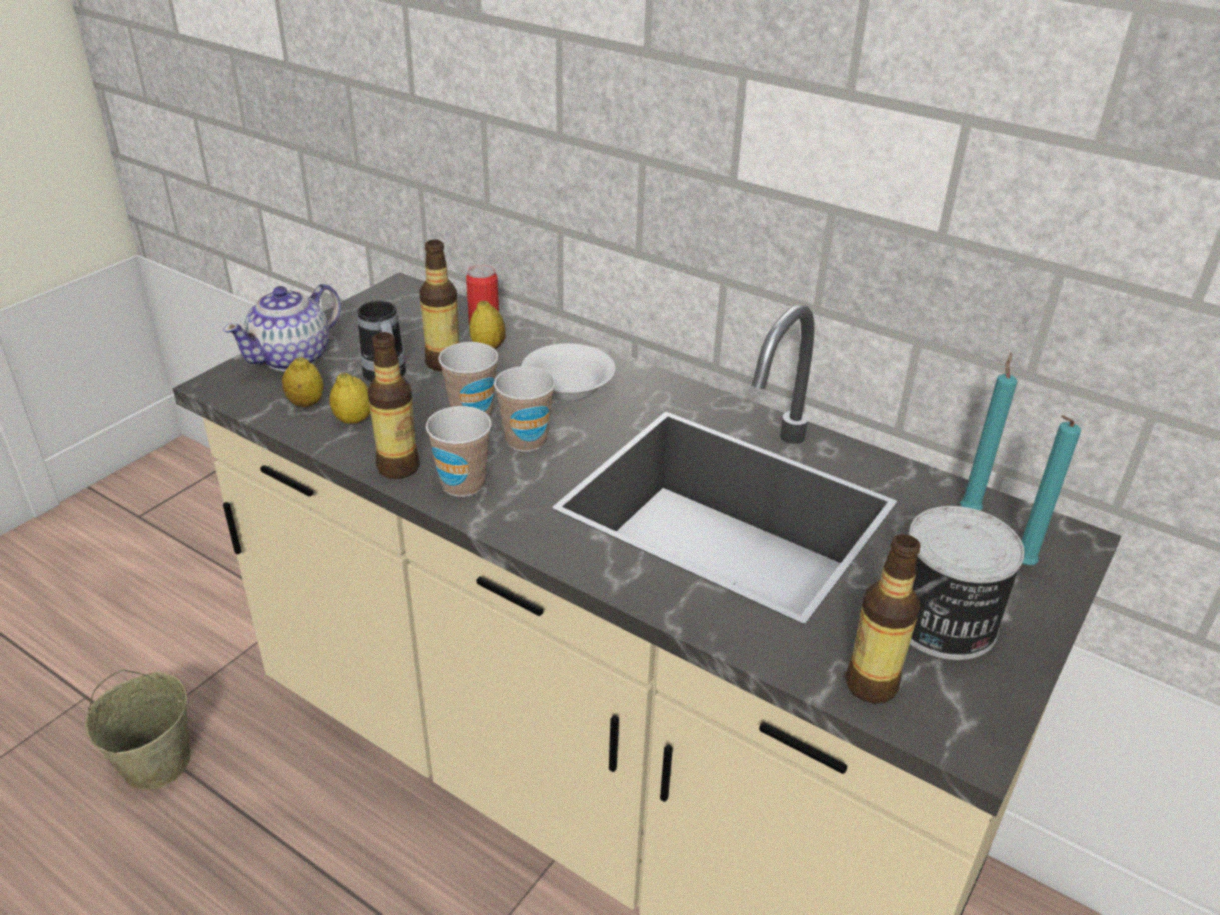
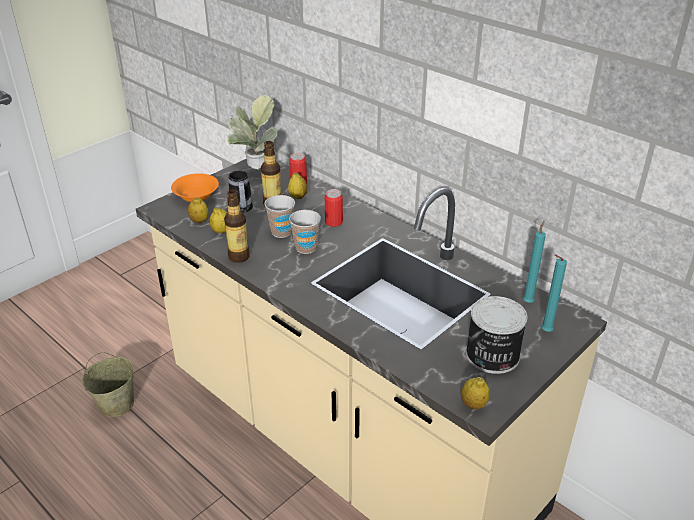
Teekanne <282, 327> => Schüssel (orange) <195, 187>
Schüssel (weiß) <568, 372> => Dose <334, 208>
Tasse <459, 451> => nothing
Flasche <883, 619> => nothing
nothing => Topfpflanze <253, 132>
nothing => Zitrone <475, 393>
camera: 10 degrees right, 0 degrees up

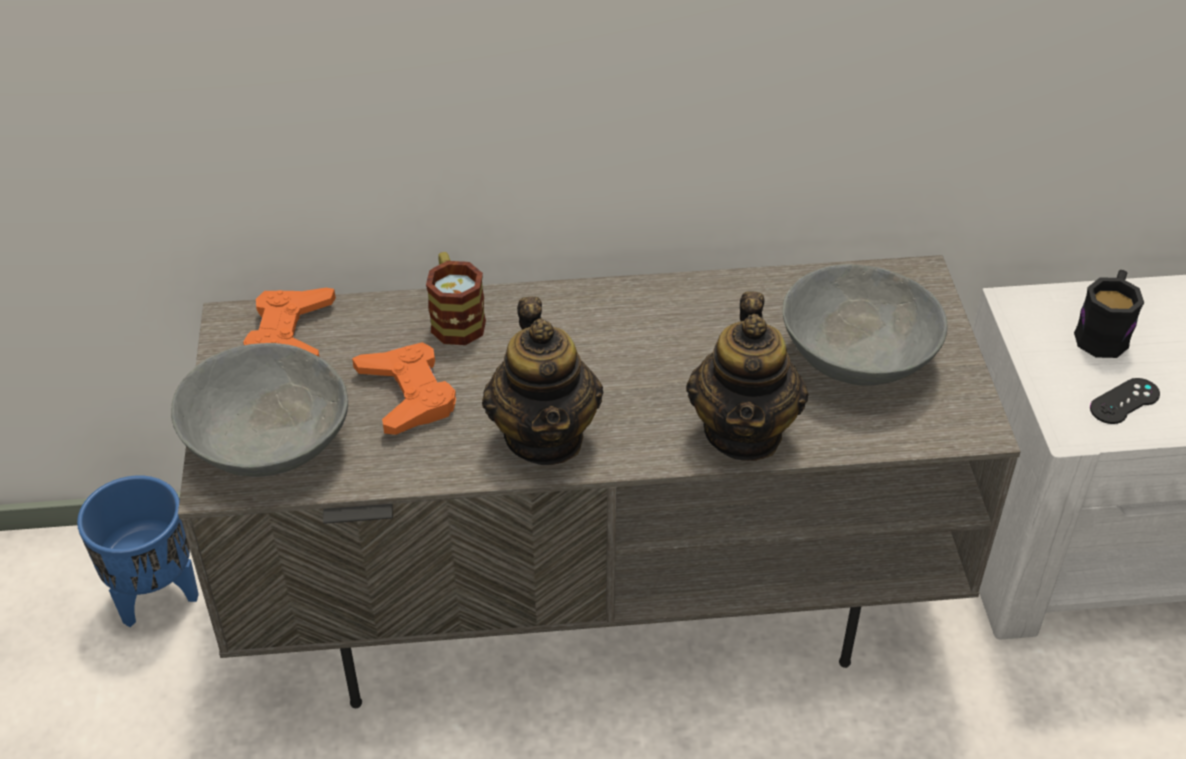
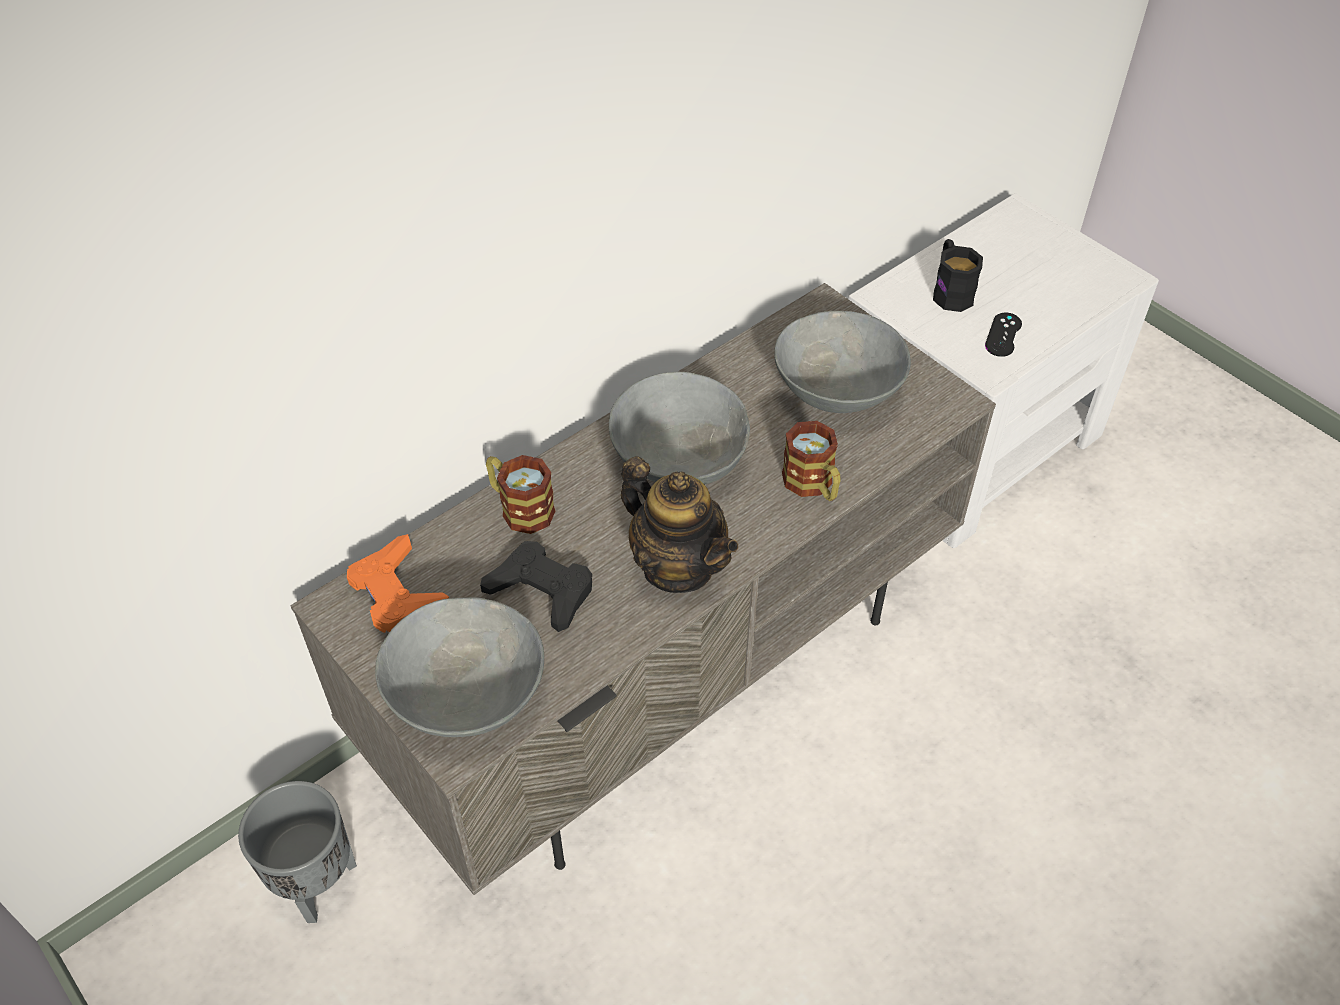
Teekanne <747, 376> => Henkelbecher <811, 461>
Gamepad (orange) <404, 388> => Gamepad (schwarz) <536, 586>
Pflanzkübel (blau) <138, 551> => Pflanzkübel (grau) <297, 852>
nothing => Schüssel (grau) <679, 428>
camera: 35 degrees left, 5 degrees up

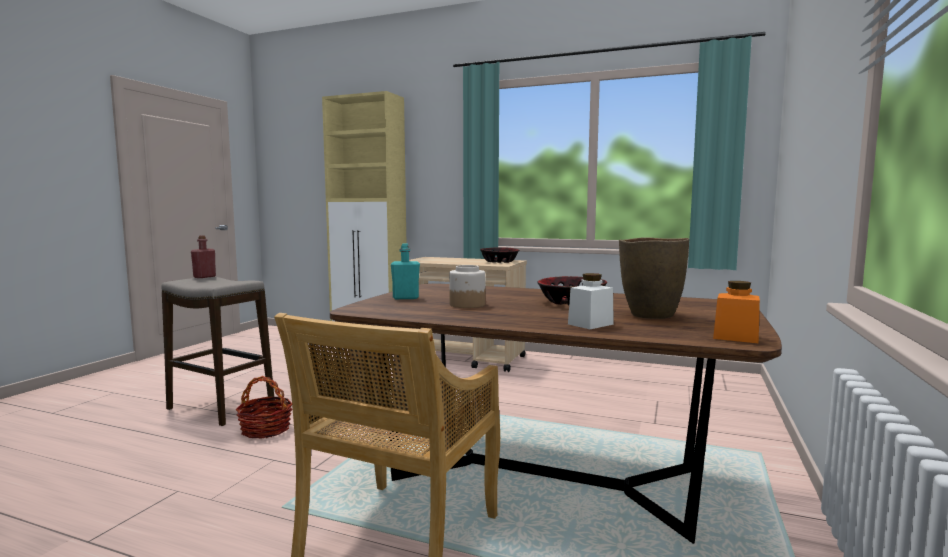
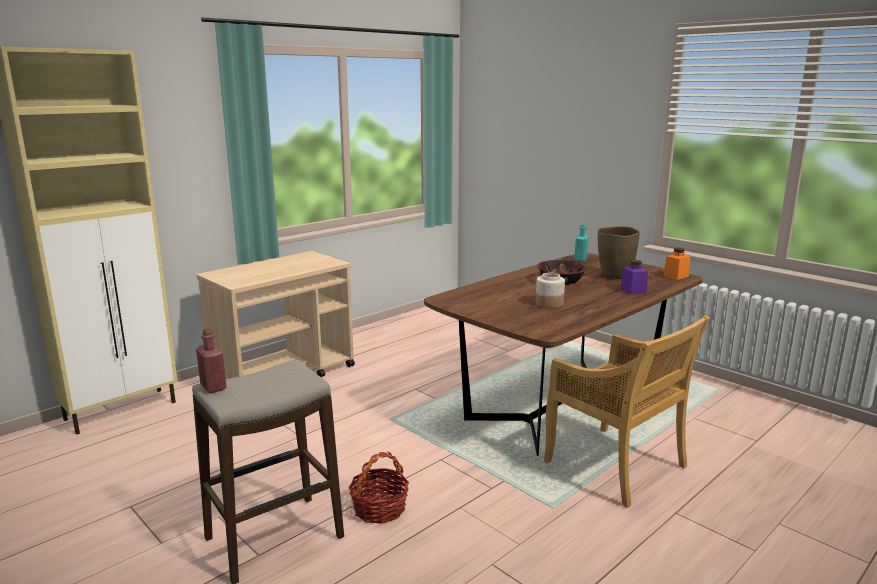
Flasche (türkis) <405, 271> => Flasche (türkis) <581, 243>, relocated
Schüssel <500, 255> => nothing
Vorratsglas (weiß) <591, 301> => Vorratsglas (lila) <634, 277>
camera: 65 degrees left, 10 degrees up

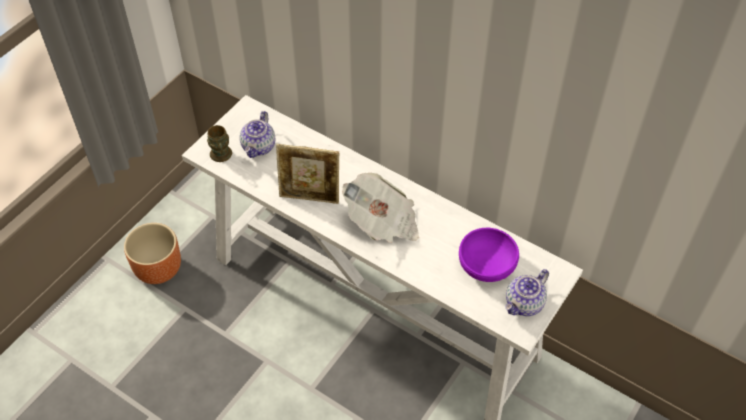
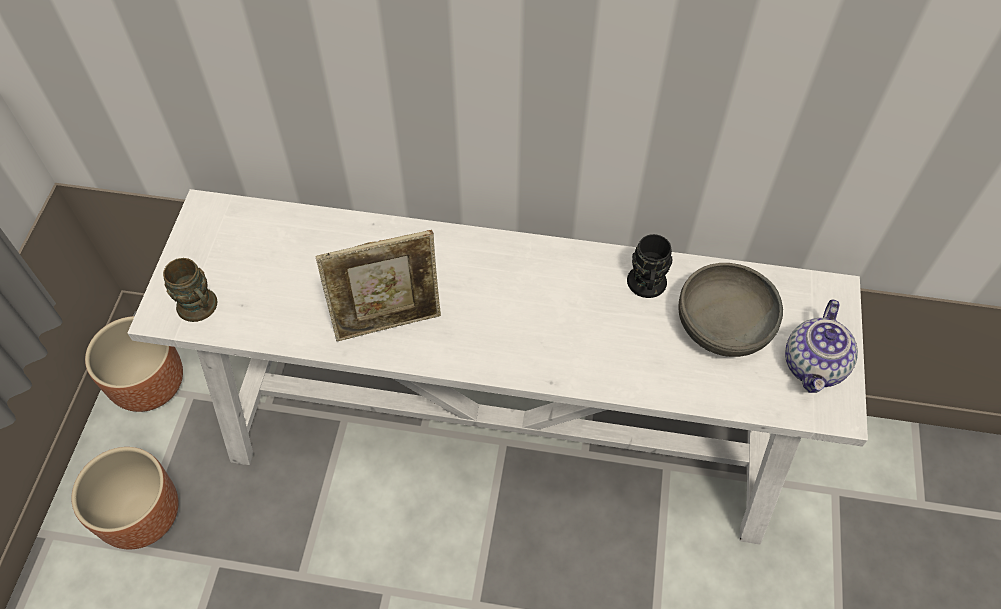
Teekanne <257, 134> => nothing
Zeitung <380, 208> => nothing
Schüssel (lila) <489, 255> => Schüssel (grau) <730, 310>
nothing => Henkelbecher (schwarz) <649, 266>
nothing => Pflanzkübel (braun) <134, 364>
camera: 25 degrees left, 5 degrees up

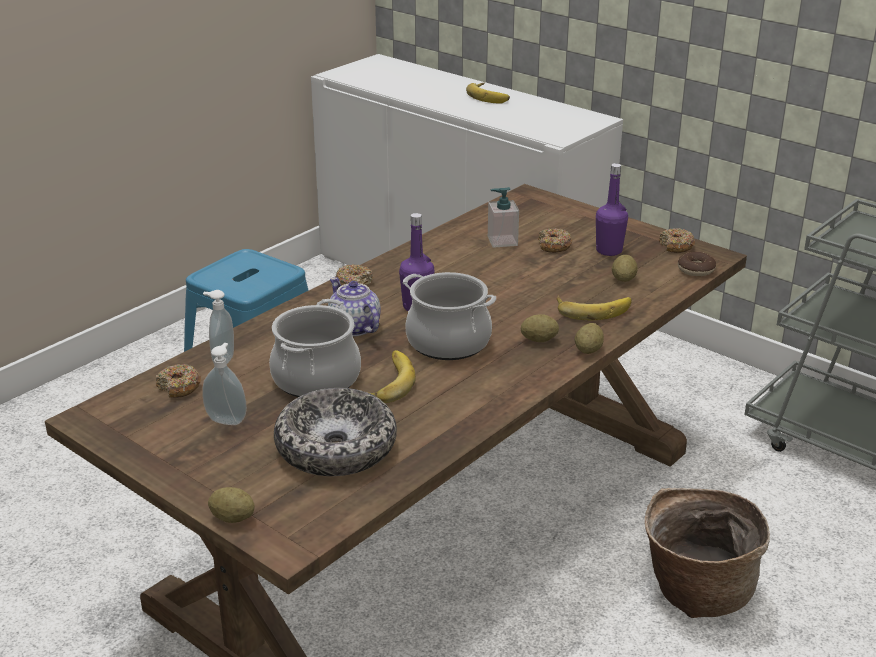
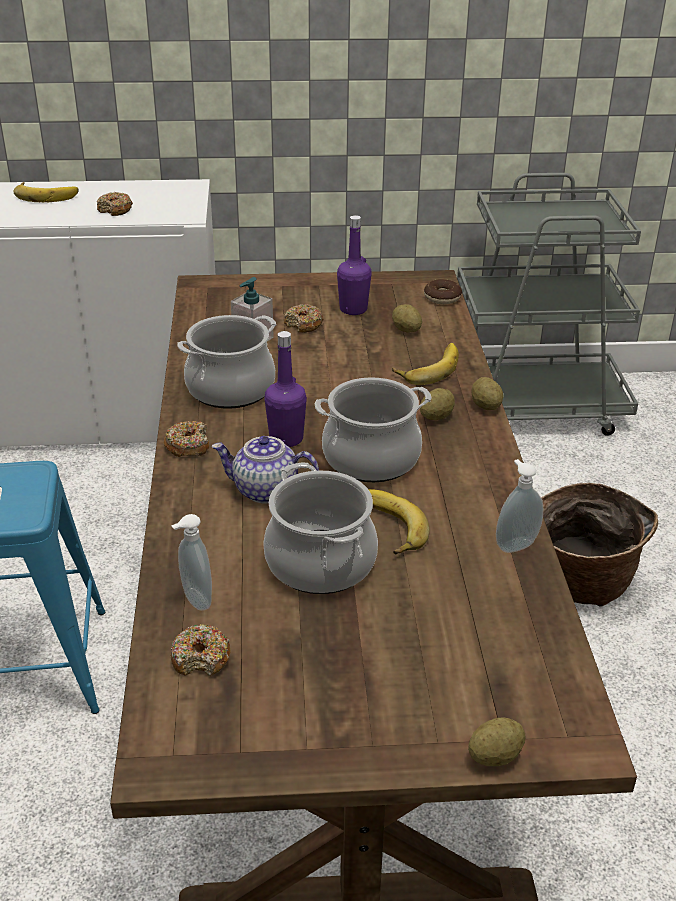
Donut <677, 240> => Donut <115, 204>, relocated
Seifenspender <224, 384> => Seifenspender <519, 506>, relocated
Schüssel <335, 432> => nothing
nothing => Kochtopf <226, 362>
camera: 45 degrees left, 5 degrees up

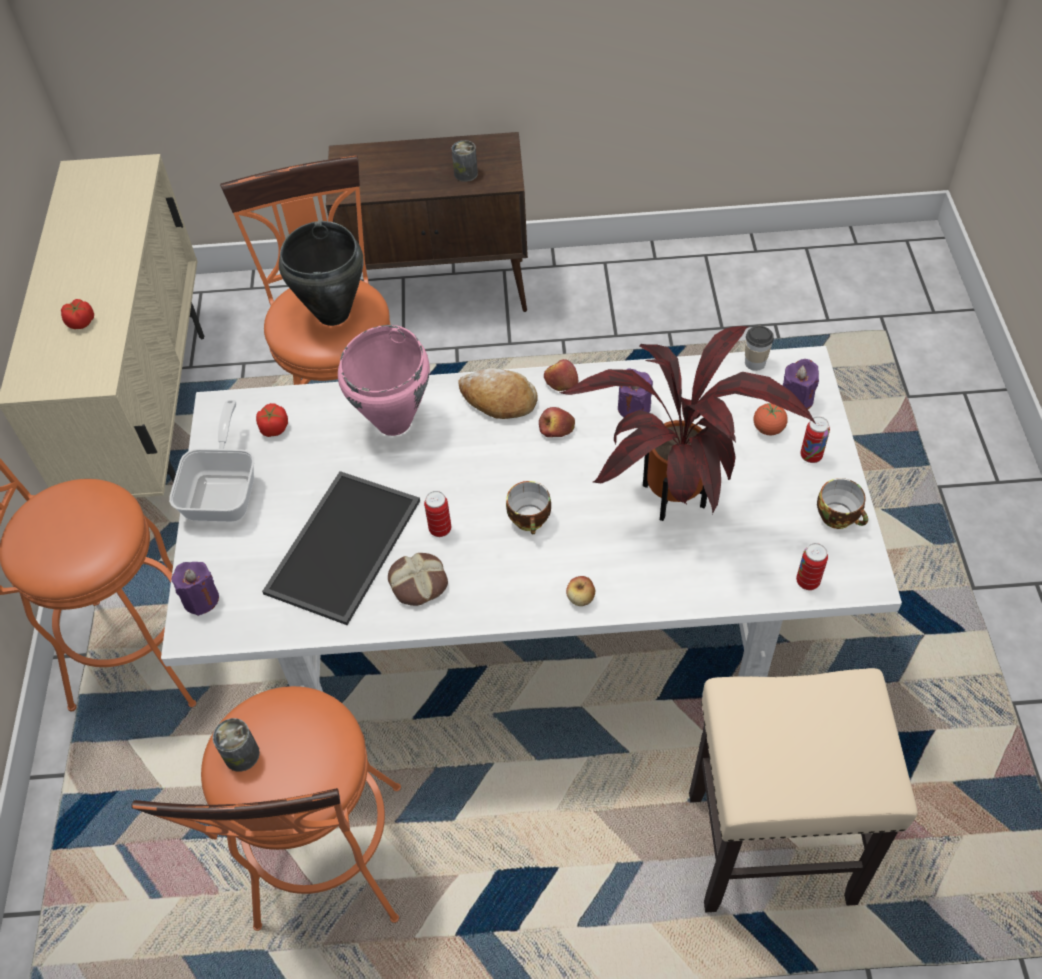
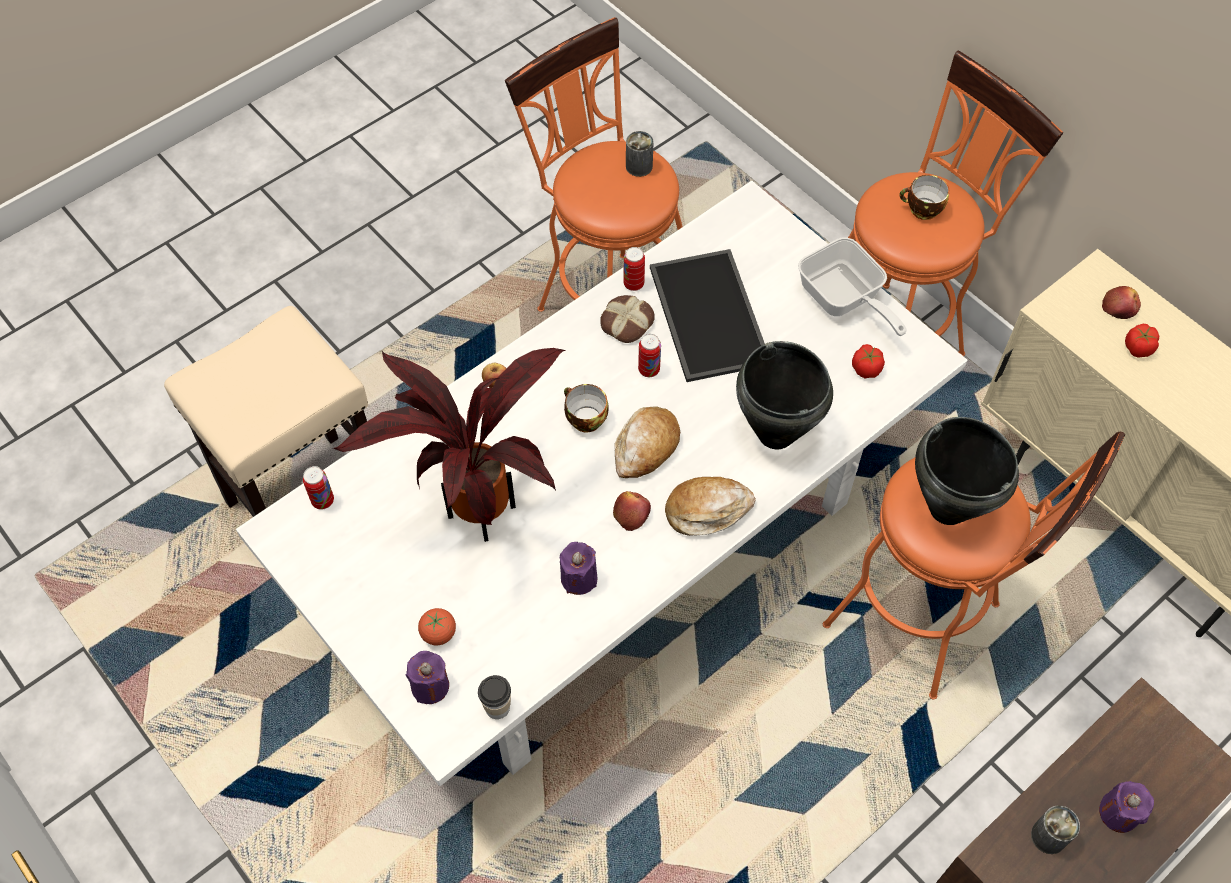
Kochtopf (rosa) <384, 380> => Kochtopf (schwarz) <784, 395>
Apfel <561, 375> => Apfel <1121, 302>, relocated
Dose <815, 440> => Dose <634, 269>, relocated
Tasse <842, 503> => Tasse <924, 197>, relocated
Kerze (lila) <195, 589> => Kerze (lila) <1126, 807>, relocated
nothing => Brot <647, 442>
camera: 140 degrees right, 5 degrees up

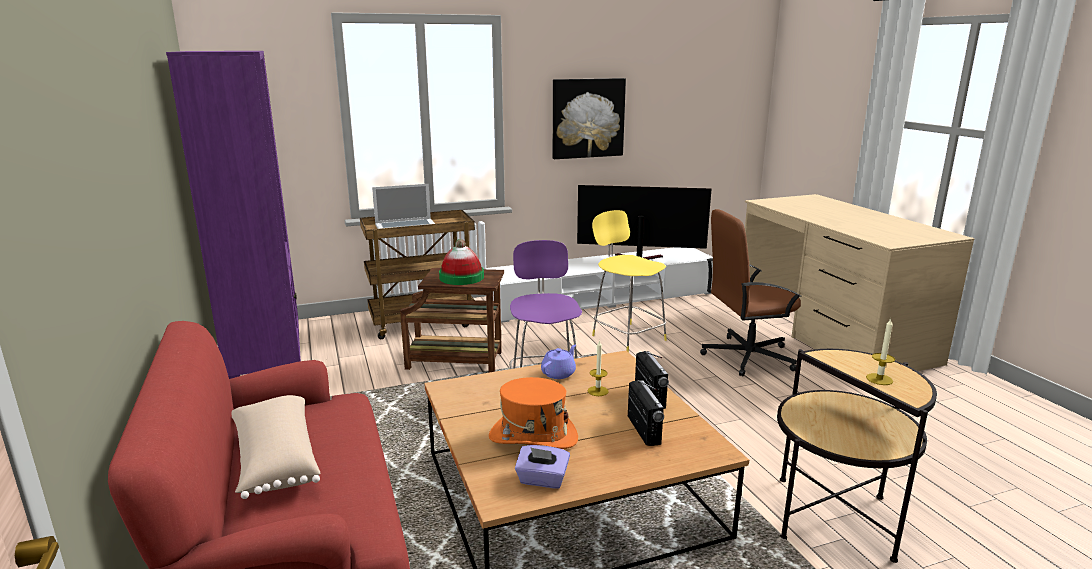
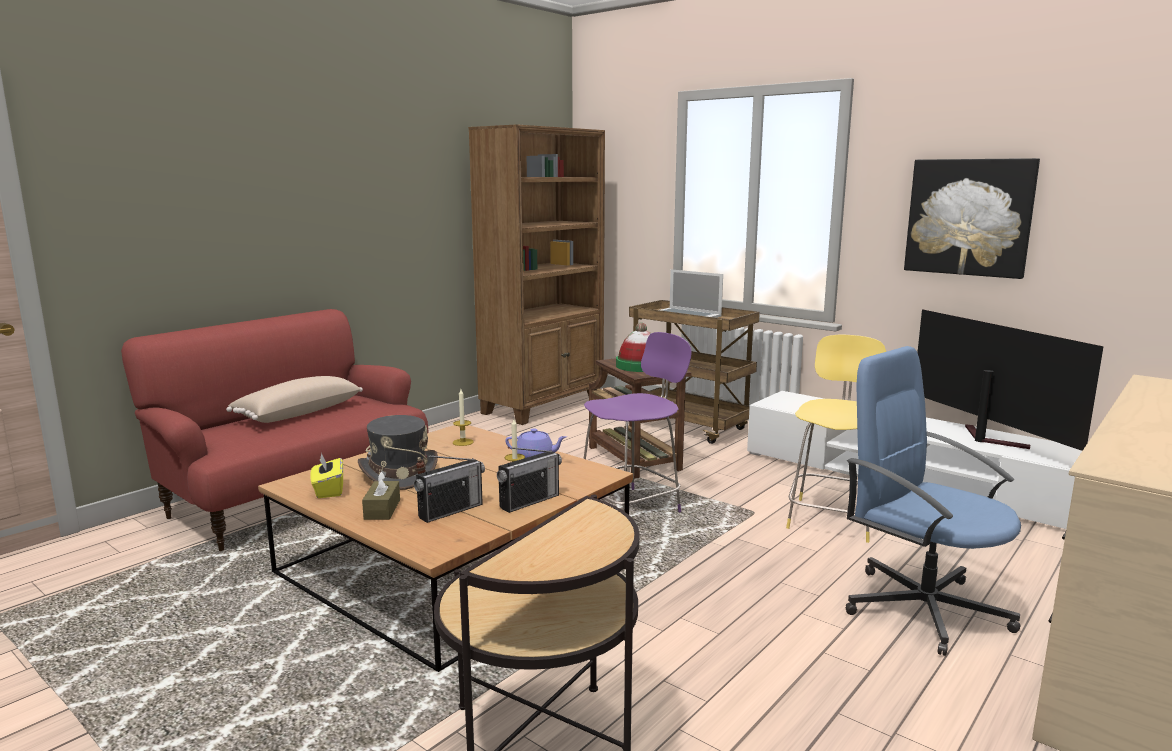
Bücherregal (lila) <233, 215> => Bücherregal (braun) <536, 274>
Bürostuhl (braun) <751, 292> => Bürostuhl (blau) <933, 501>
Kerze <880, 351> => Kerze <463, 417>, relocated
Hut (orange) <533, 413> => Hut (grau) <398, 452>
Taschentuchbox (lila) <542, 467> => Taschentuchbox (gelb) <326, 475>
nothing => Taschentuchbox (braun) <381, 495>
camera: 60 degrees right, 5 degrees down

